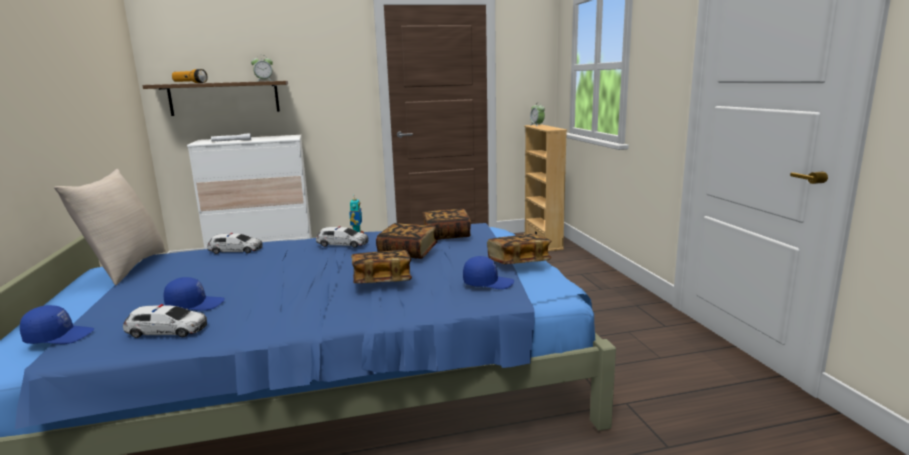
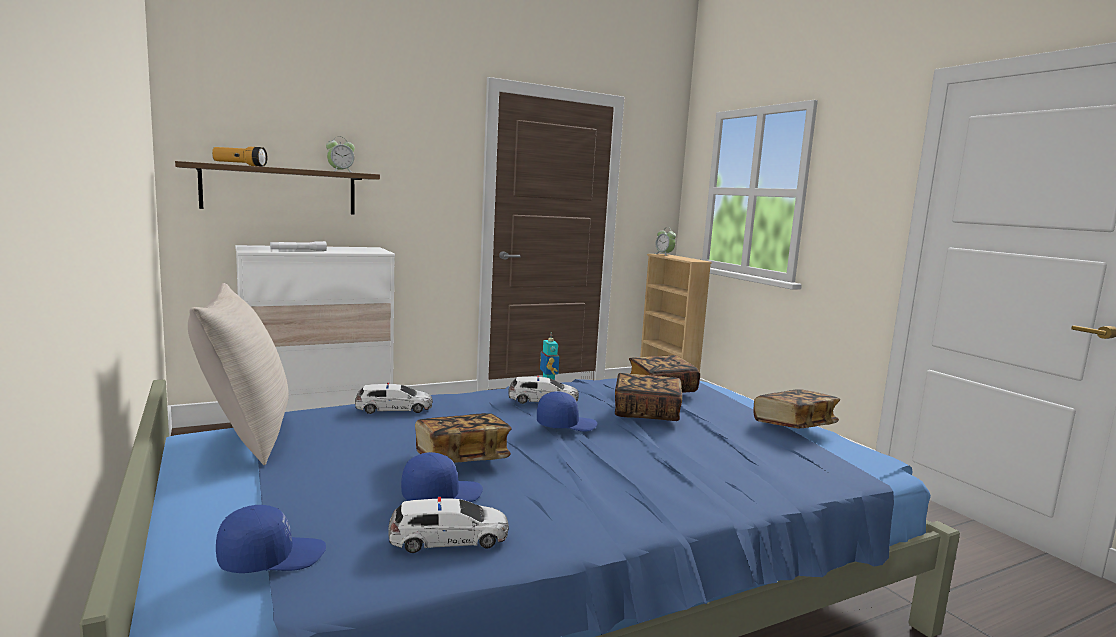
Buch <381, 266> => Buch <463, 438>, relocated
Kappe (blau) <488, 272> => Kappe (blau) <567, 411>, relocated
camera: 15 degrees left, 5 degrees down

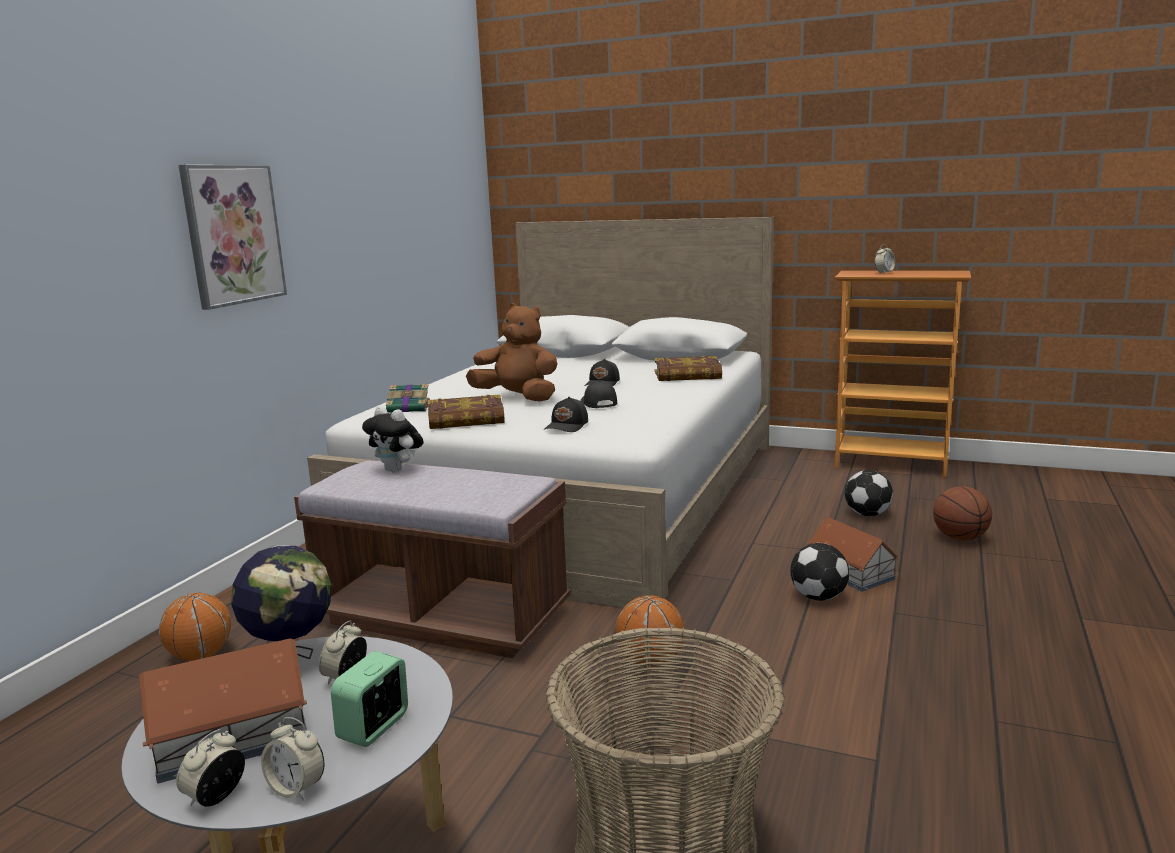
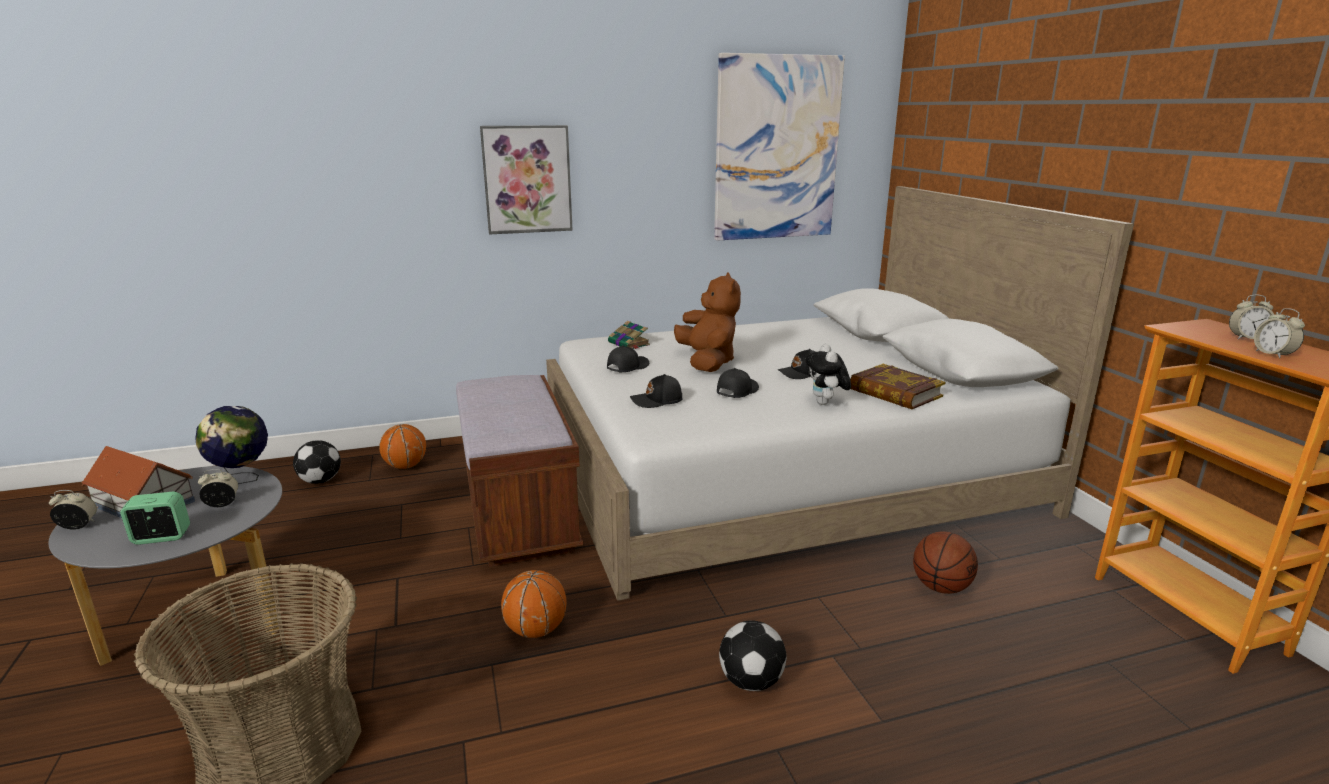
Buch <466, 411> => Kappe (schwarz) <628, 358>
Plüschtier <392, 439> => Plüschtier <828, 374>, relocated
Fußball <869, 493> => Fußball <317, 462>, relocated
Basketball <962, 513> => Basketball <945, 563>, relocated
Spielzeughaus <853, 554> => nothing
Wecker <293, 759> => Wecker <1279, 333>, relocated
nothing => Bild <779, 147>
camera: 50 degrees right, 5 degrees up

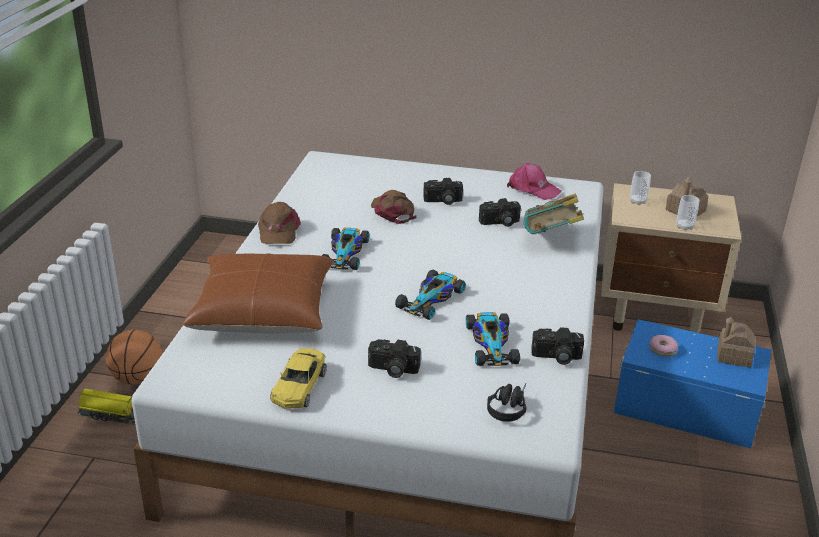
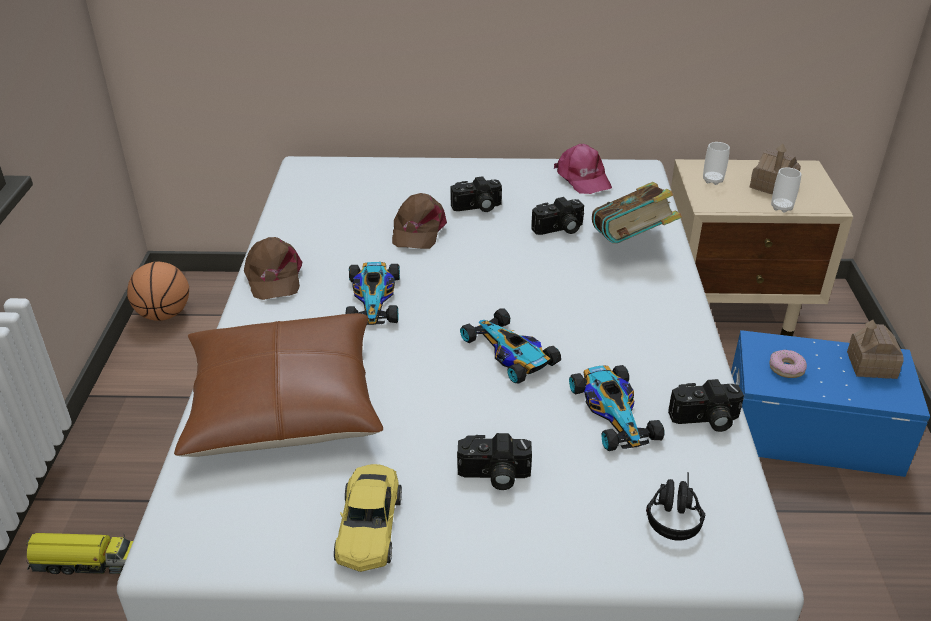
Kappe (rosa) <534, 181> => Kappe (rosa) <583, 169>, 45 degrees clockwise
Kappe (braun) <394, 207> => Kappe (braun) <419, 221>, 135 degrees counterclockwise
Spielzeugauto <430, 295> => Spielzeugauto <510, 346>, 120 degrees clockwise
Basketball <134, 357> => Basketball <158, 291>, relocated
camera: 10 degrees left, 5 degrees up

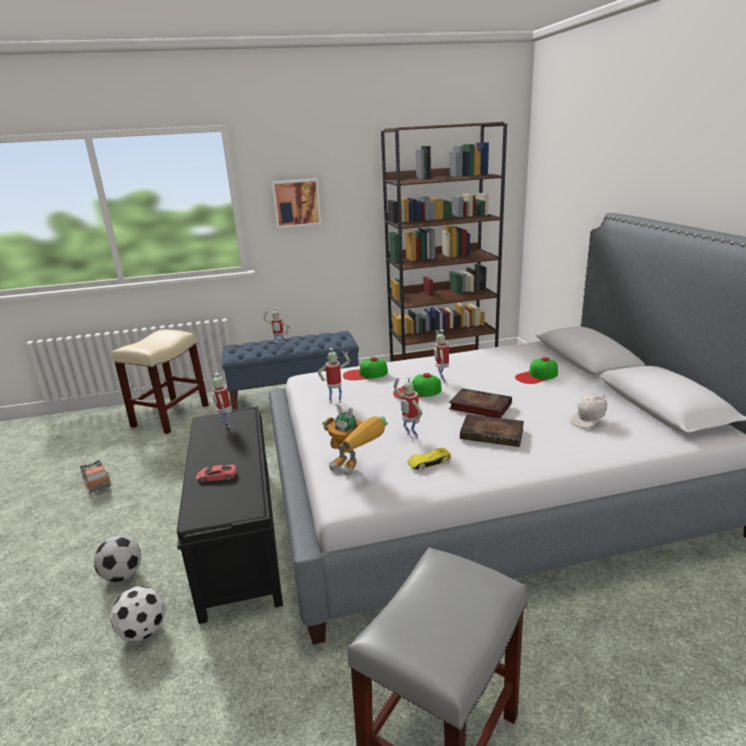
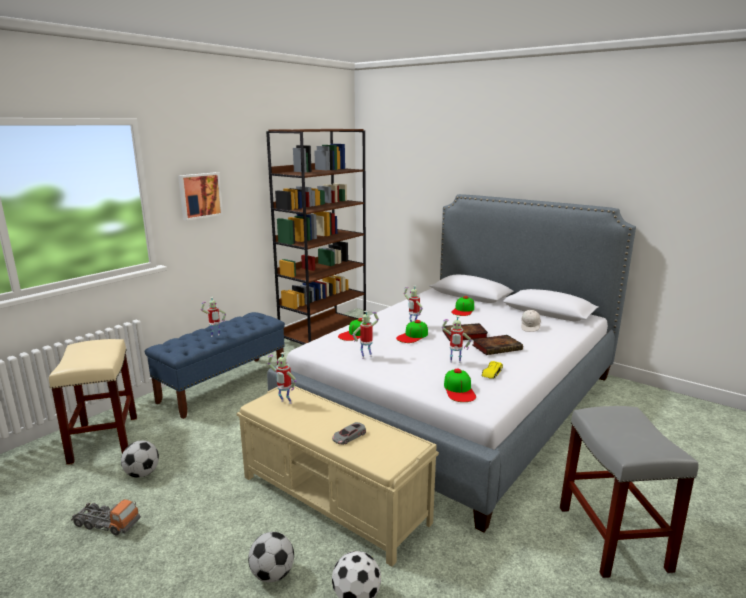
Spielzeugroboter <355, 440> => Kappe <460, 385>
Bank (schwarz) <230, 515> => Bank (beige) <338, 476>
Spielzeugauto (rot) <216, 474> => Spielzeugauto (grau) <349, 433>
nothing => Fußball <140, 459>
camera: 40 degrees left, 5 degrees down

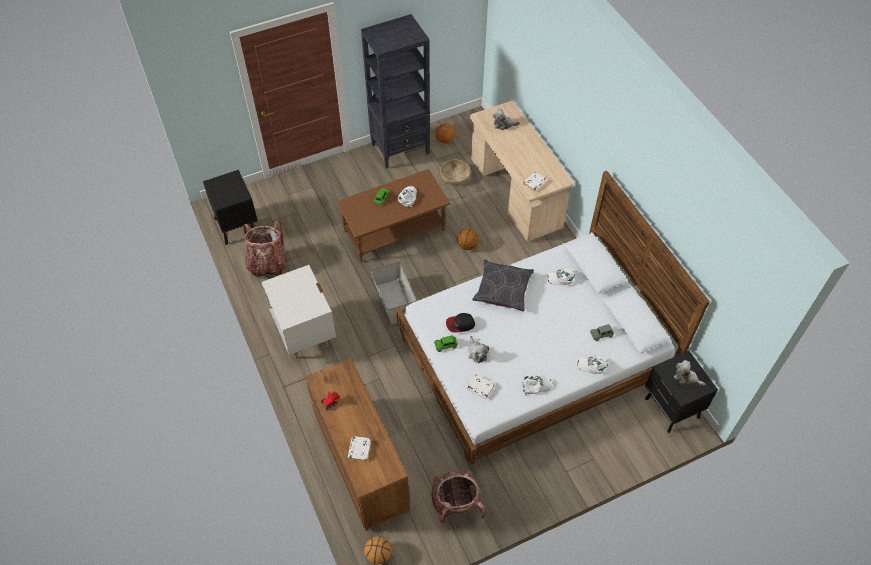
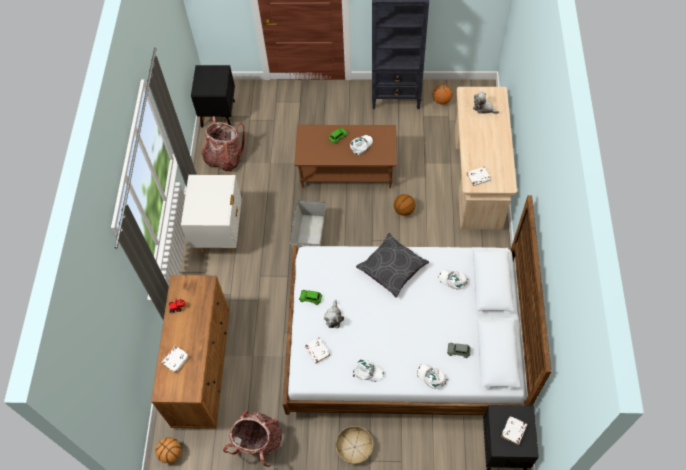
Korb <455, 172> => Korb <354, 445>, relocated
Kappe <460, 323> => nothing
Plüschtier <690, 373> => Buch (weiß) <514, 430>
camera: 30 degrees right, 5 degrees up

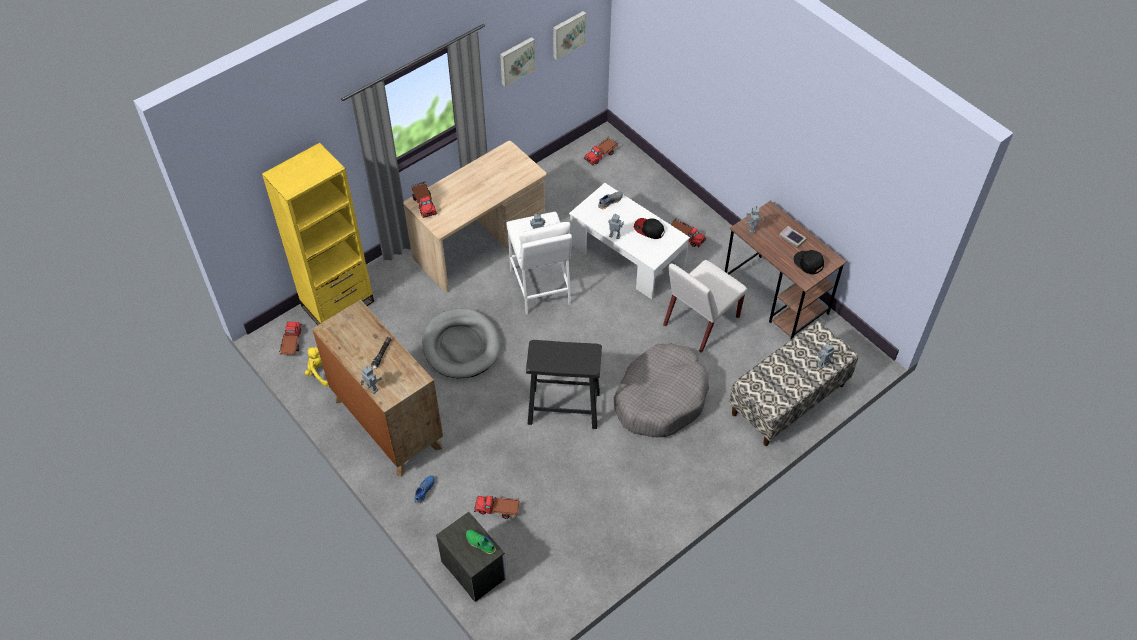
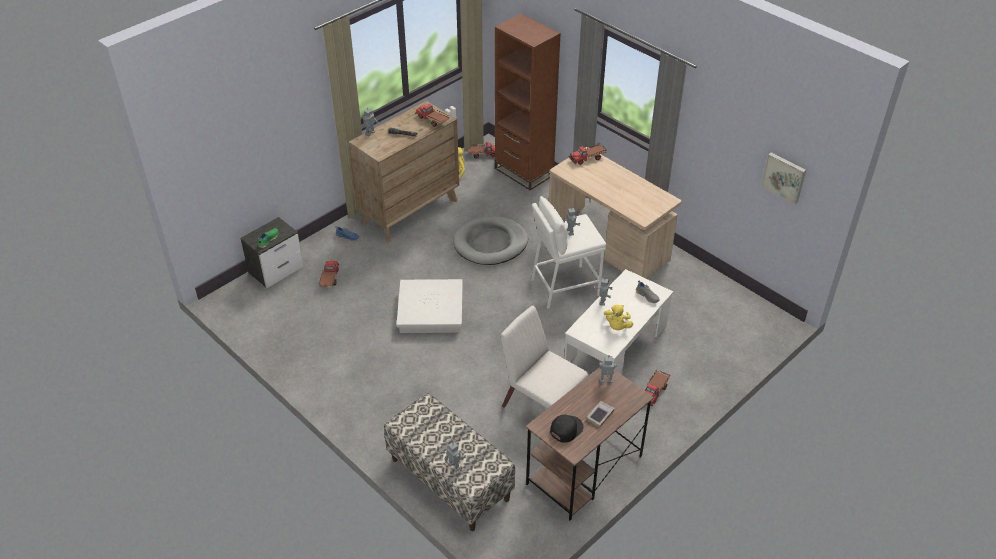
Bild <518, 62> => nothing
Spielzeuglaster <601, 151> => Spielzeuglaster <432, 115>, relocated
Bücherregal (gelb) <318, 234> => Bücherregal (braun) <528, 102>
Kappe <649, 228> => Plüschtier (gelb) <618, 317>
Hocker (schwarz) <564, 384> => Aufbewahrungsbox (weiß) <430, 306>
Hundebett (grau) <661, 390> => nothing
camera: 85 degrees right, 10 degrees down

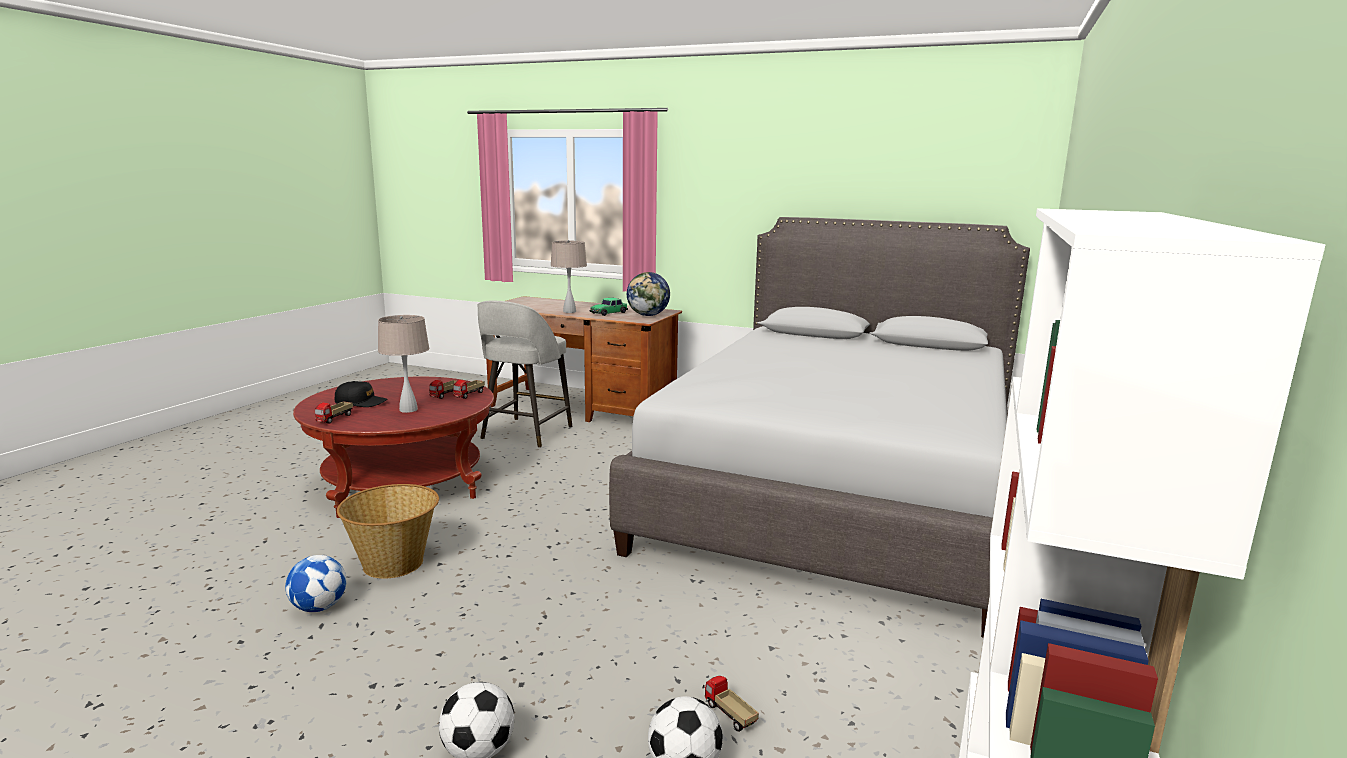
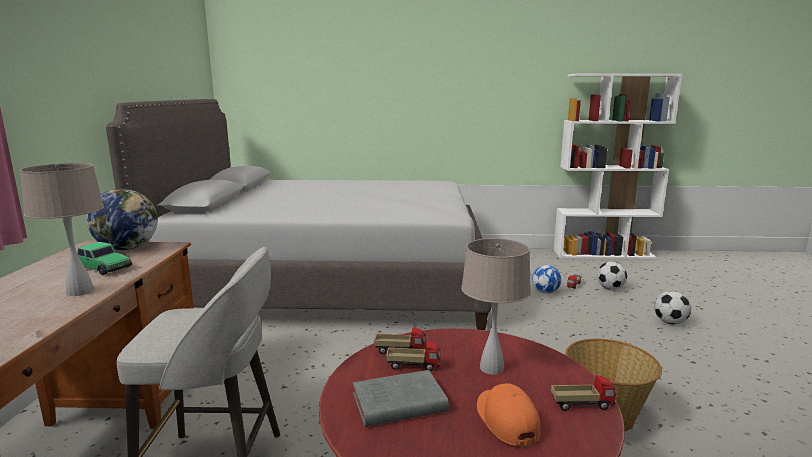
Kappe (schwarz) <361, 394> => Kappe (orange) <508, 415>
Fußball <316, 583> => Fußball <546, 279>, relocated
nothing => Buch (grau) <401, 398>
camera: 110 degrees left, 0 degrees up

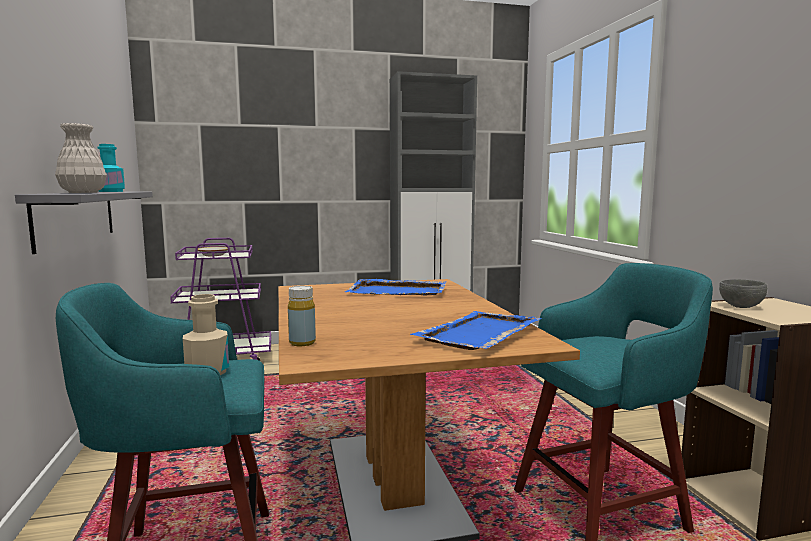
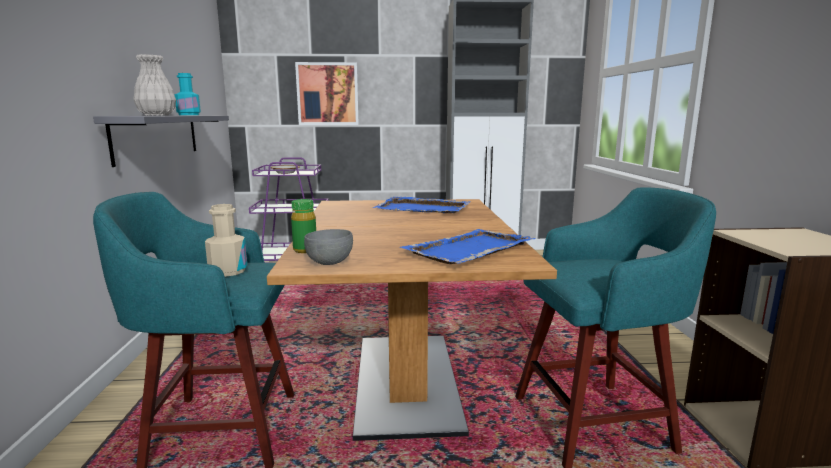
Schüssel (grau) <743, 293> => Schüssel (grau) <328, 247>, relocated
Flasche (gelb) <302, 316> => Flasche (grün) <303, 226>
nothing => Bild <327, 93>
camera: 10 degrees right, 5 degrees up

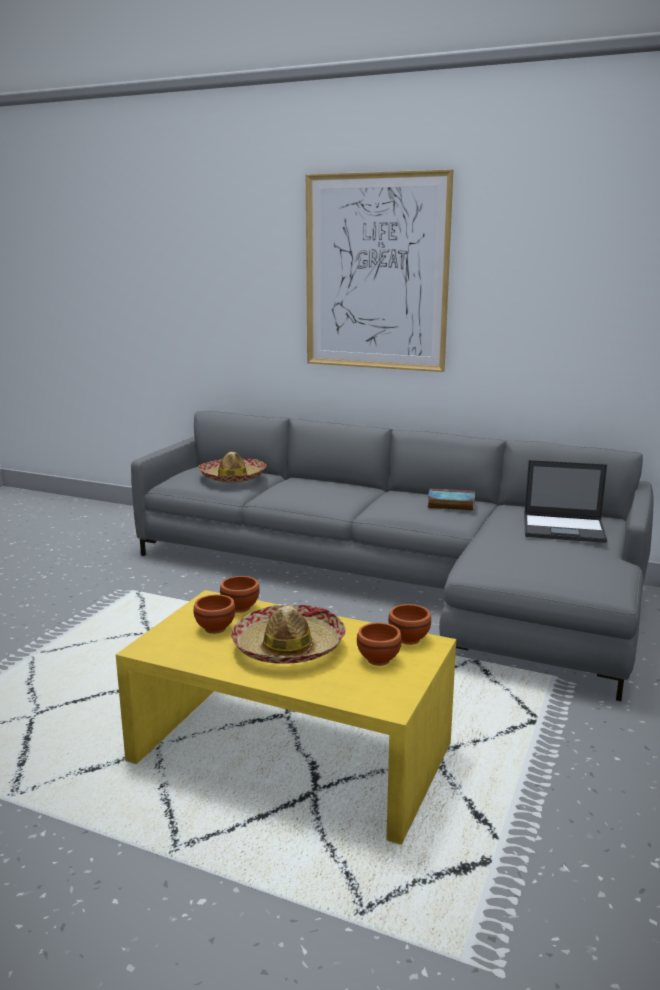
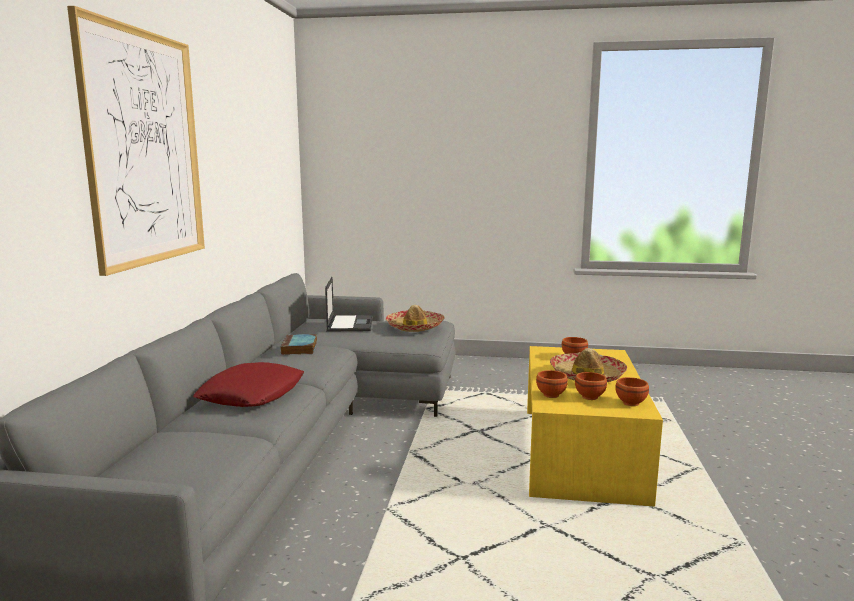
Hut <232, 467> => Hut <415, 318>, relocated
Schüssel (braun) <409, 624> => Schüssel (braun) <632, 391>, relocated
nothing => Kissen (rot) <248, 384>
camera: 105 degrees left, 5 degrees down

